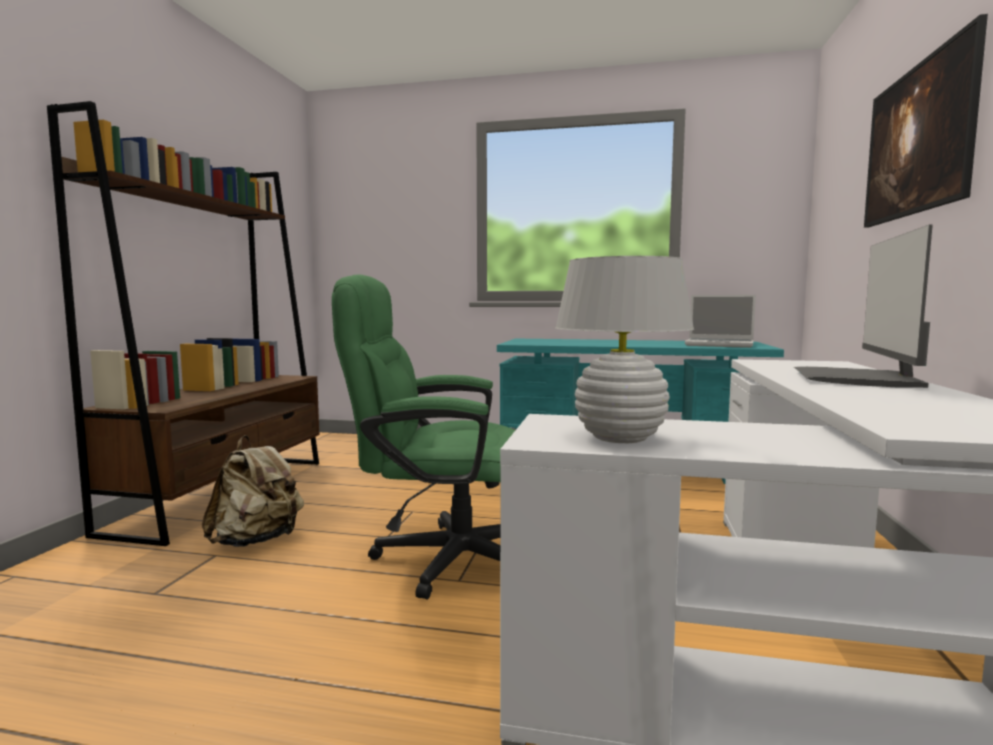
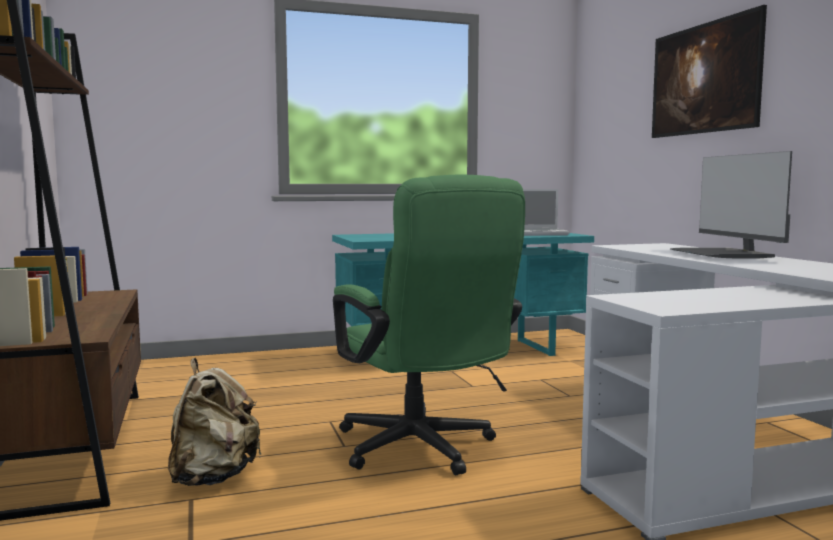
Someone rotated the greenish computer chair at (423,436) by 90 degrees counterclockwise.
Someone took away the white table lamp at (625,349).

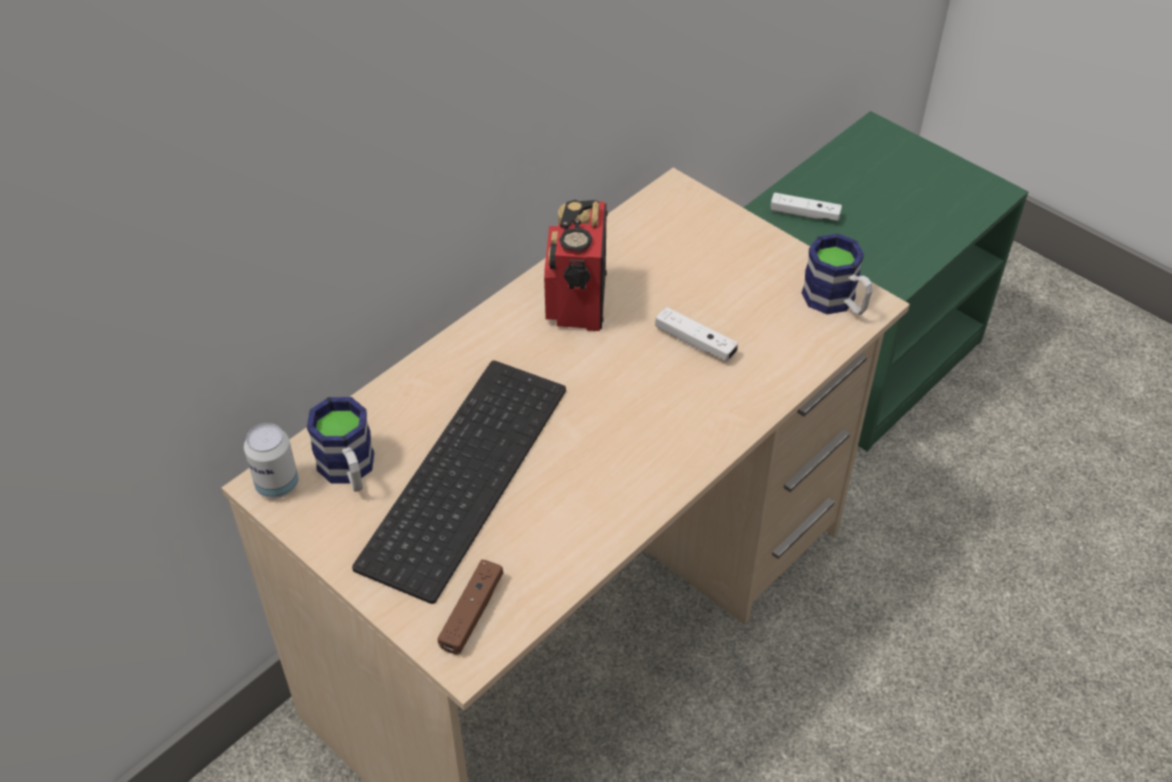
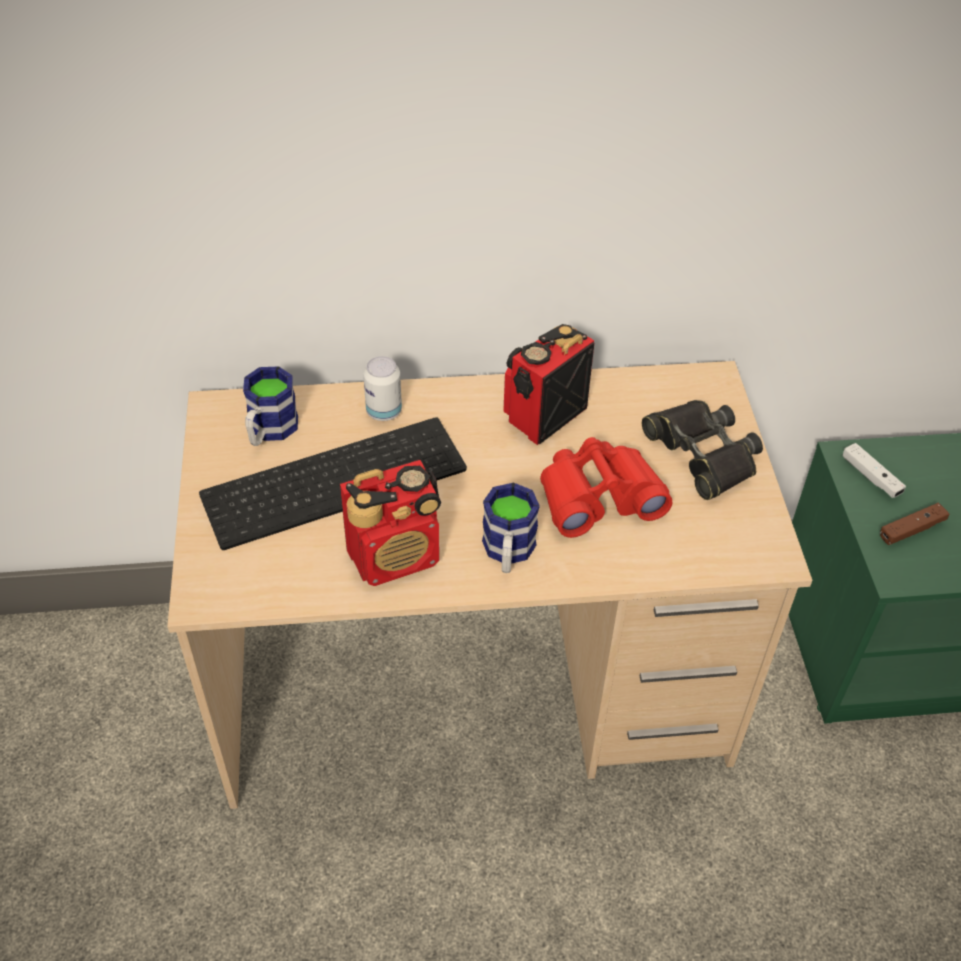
Someone put down the radio set at (390,523).
Someone carried the can from (271,461) to (382,388).
Someone carried the tea mug from (837,274) to (511,528).
Someone swapped the white game controller at (696,334) for the reddish pair of binoculars at (606,487).
Someone put down the black pair of binoculars at (702,450).
Someone carried the brownish game controller from (470,607) to (914,524).

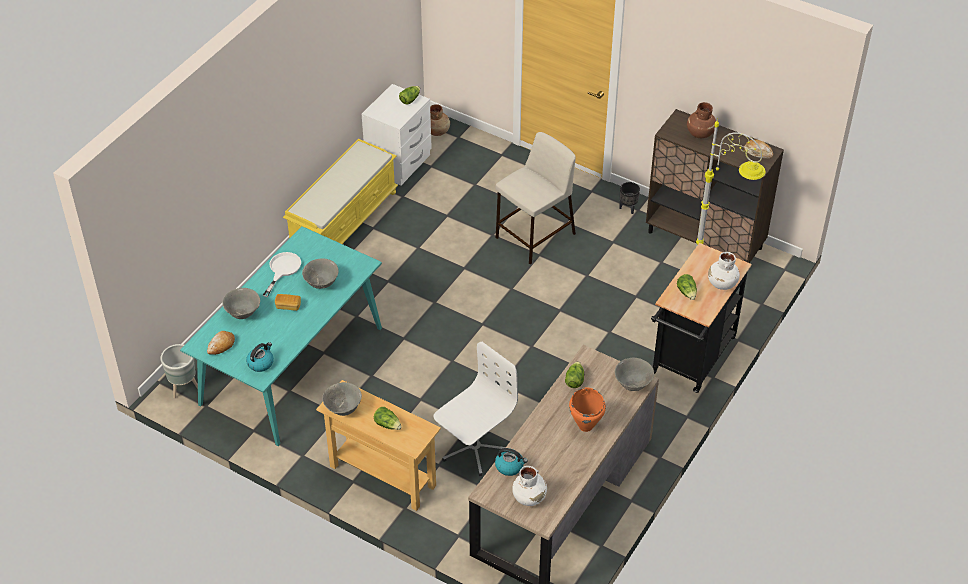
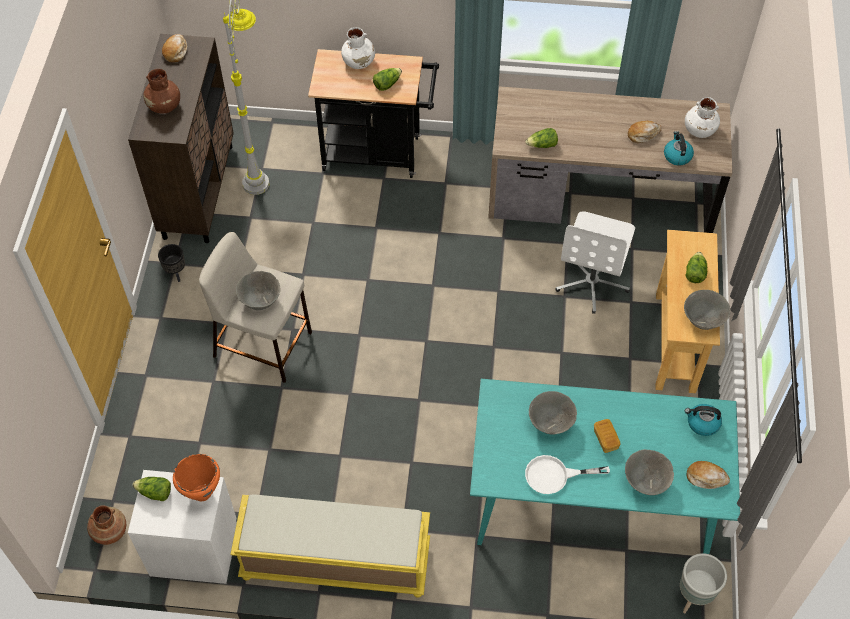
Someone carried the orangey stockpot from (587,410) to (196,477).
Someone carried the greyish deep dish from (634,374) to (258,290).
Someone rotated the white computer chair at (476,409) by 90 degrees counterclockwise.
Someone put down the bread at (645,132).

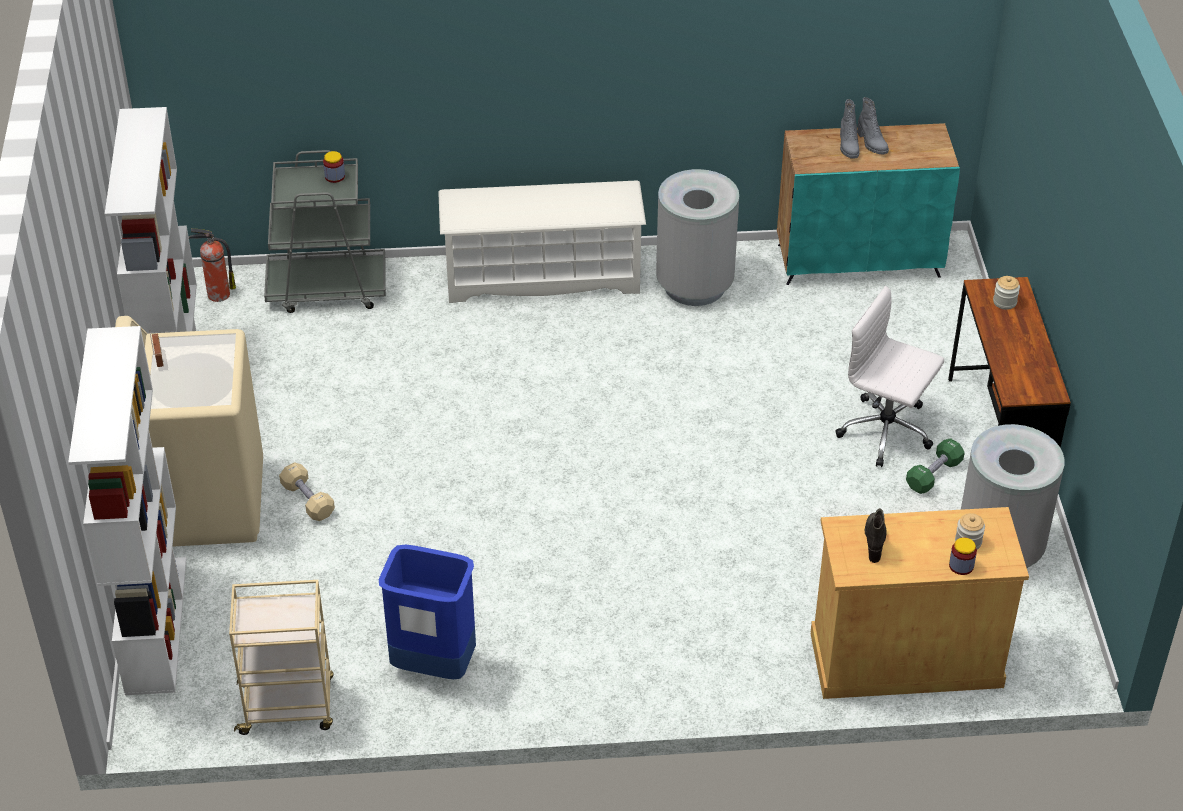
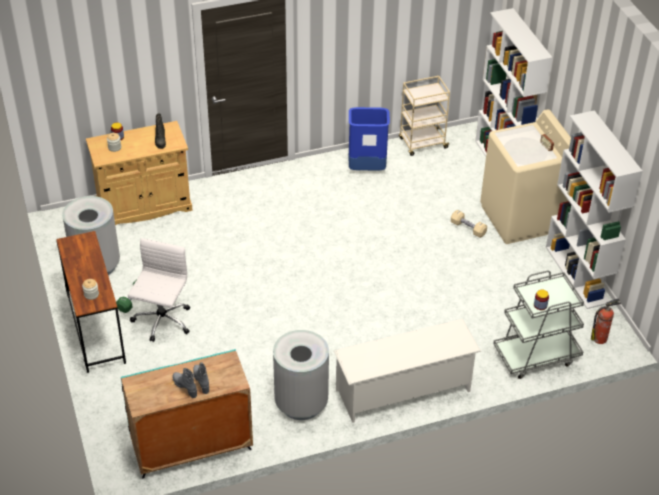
Someone rotated the white computer chair at (889,376) by 90 degrees counterclockwise.

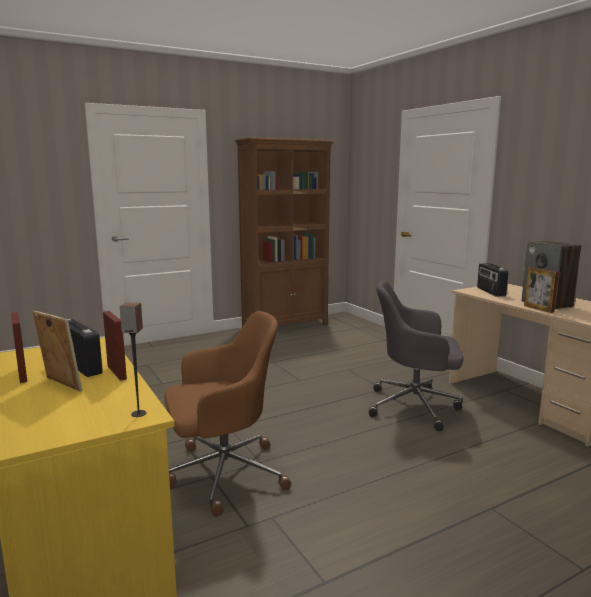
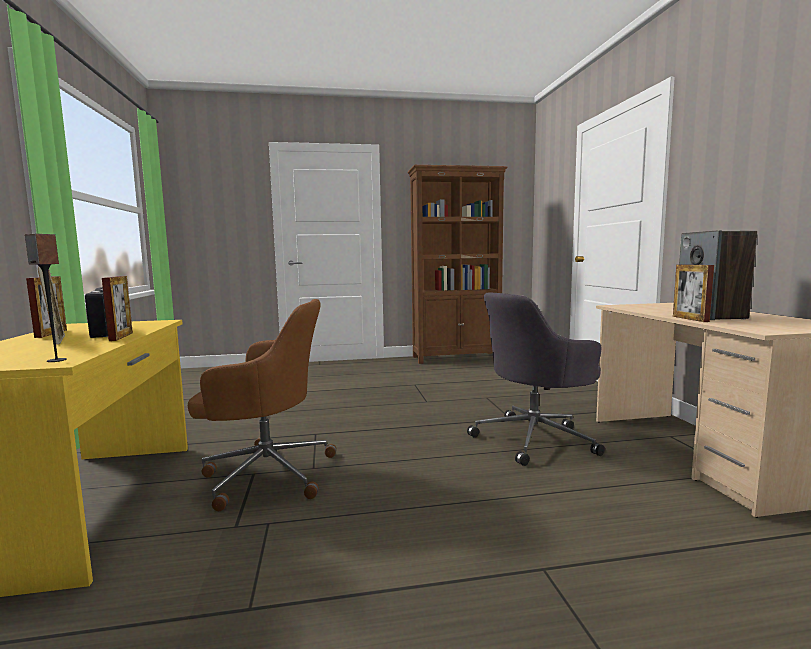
Someone rotated the greyish computer chair at (416,356) by 60 degrees counterclockwise.
Someone took away the radio set at (492,280).

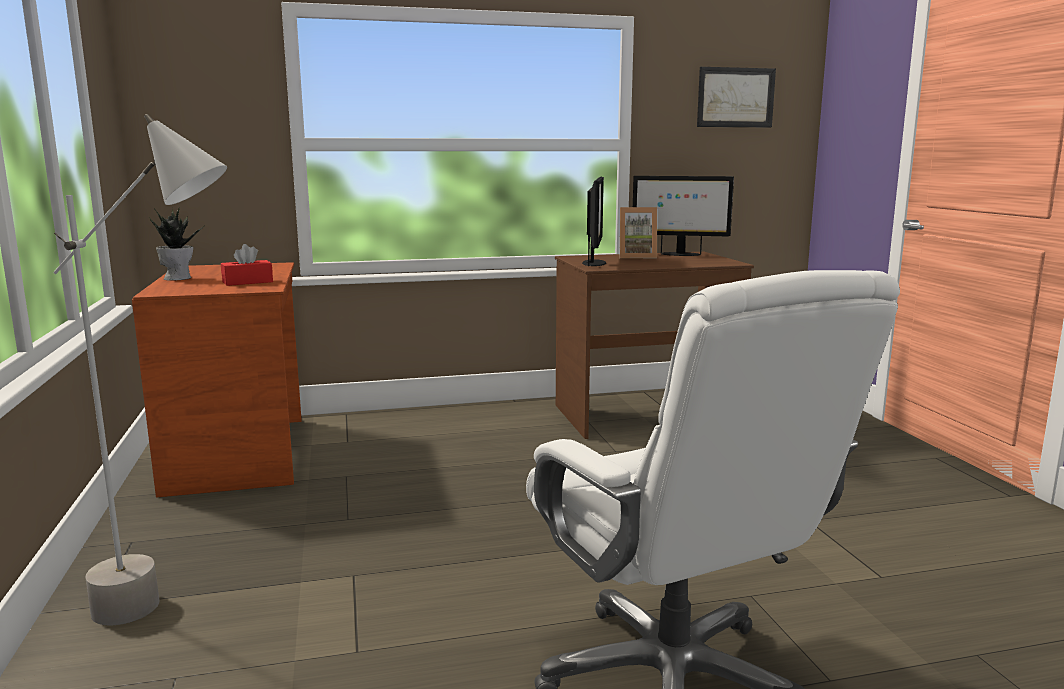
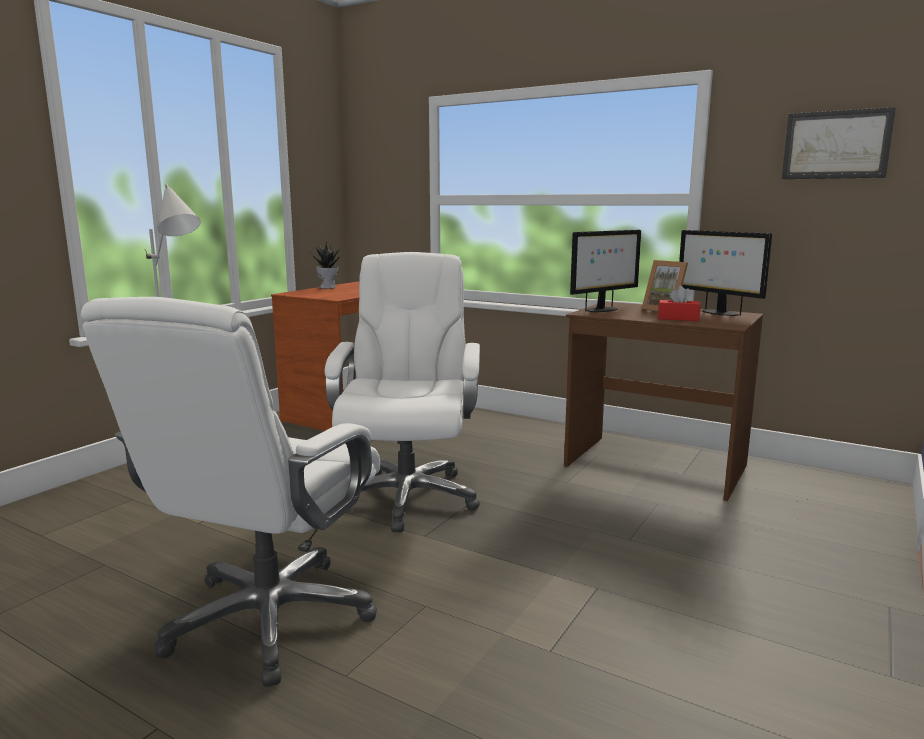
Someone put down the white computer chair at (402,392).
Someone carried the reddish tissue holder from (247,265) to (679,303).

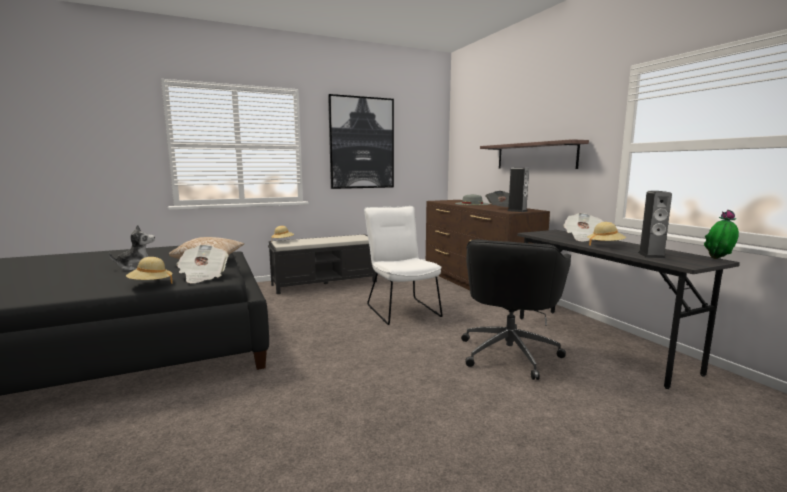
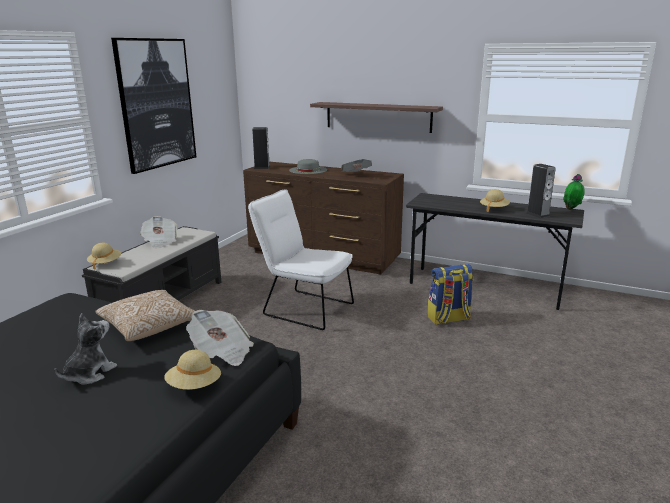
Someone carried the printed paper from (583,227) to (158,232).
Someone carried the audio speaker from (518,190) to (261,148).
Someone swapped the black computer chair at (516,309) for the knapsack at (450,294).

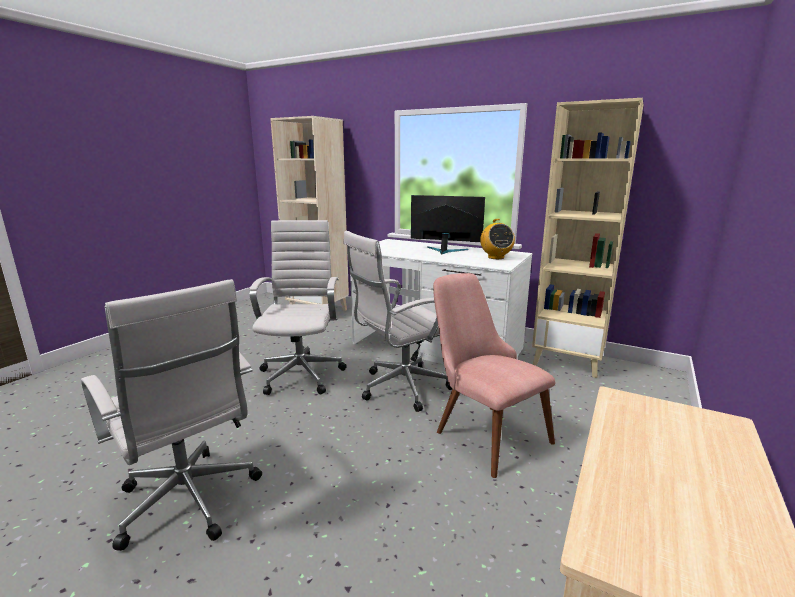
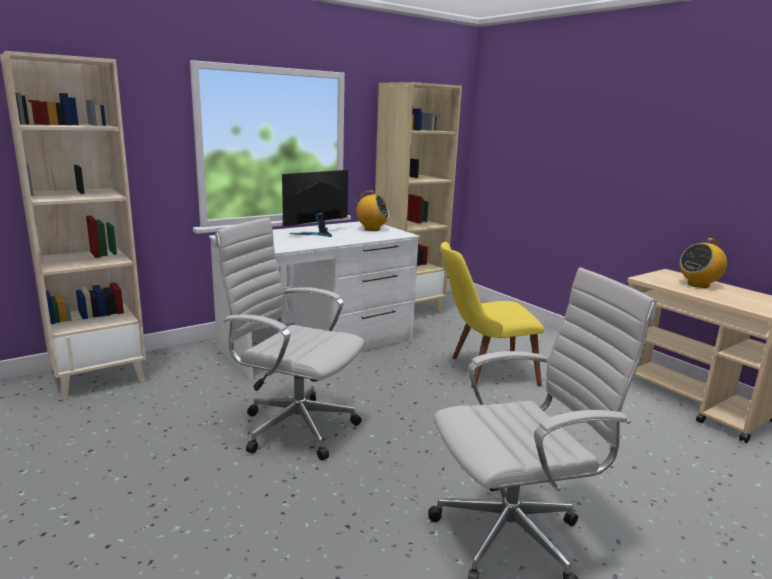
Someone repainted the pink-coloured chair at (494,375), which became the yellow-coloured chair at (492,315).
Someone put down the radio set at (703,263).
Someone took away the white computer chair at (397,321).

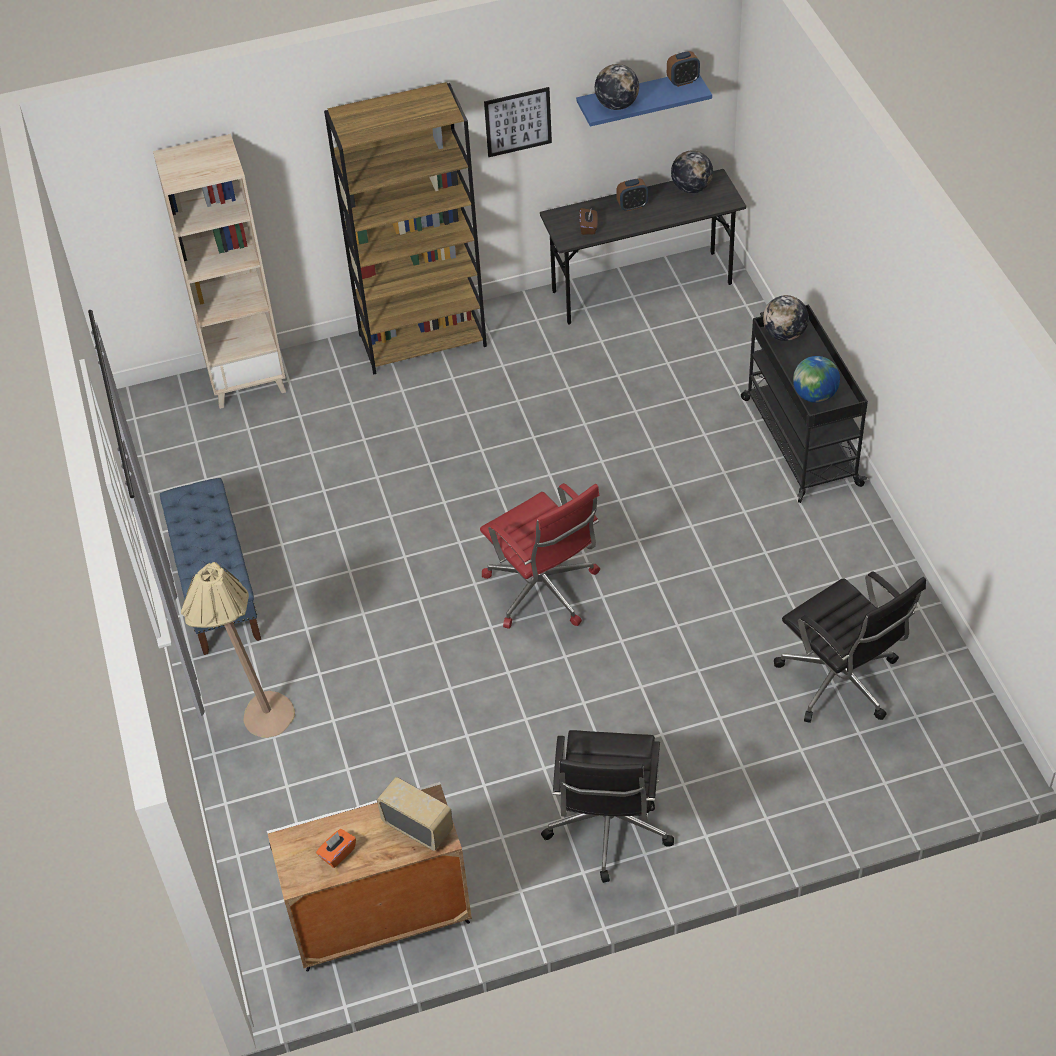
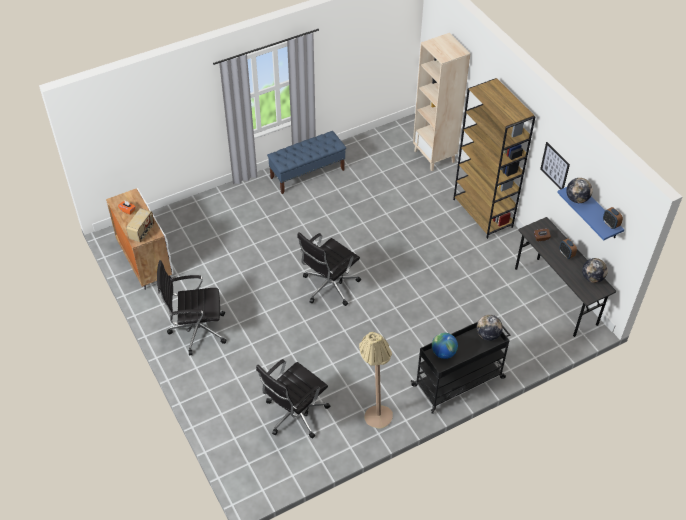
Someone repainted the reddish computer chair at (540,556), which became the black computer chair at (329,269).
Someone carried the sand-coloured standard lamp from (238,650) to (376,379).

